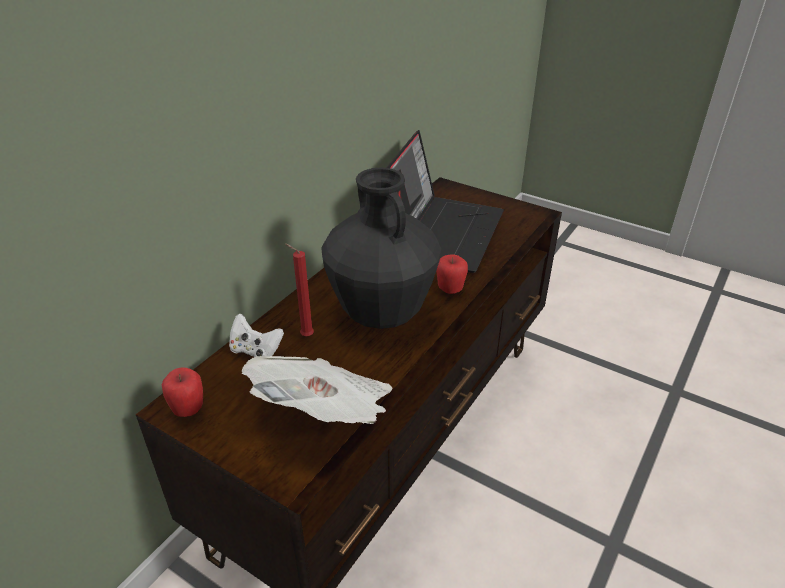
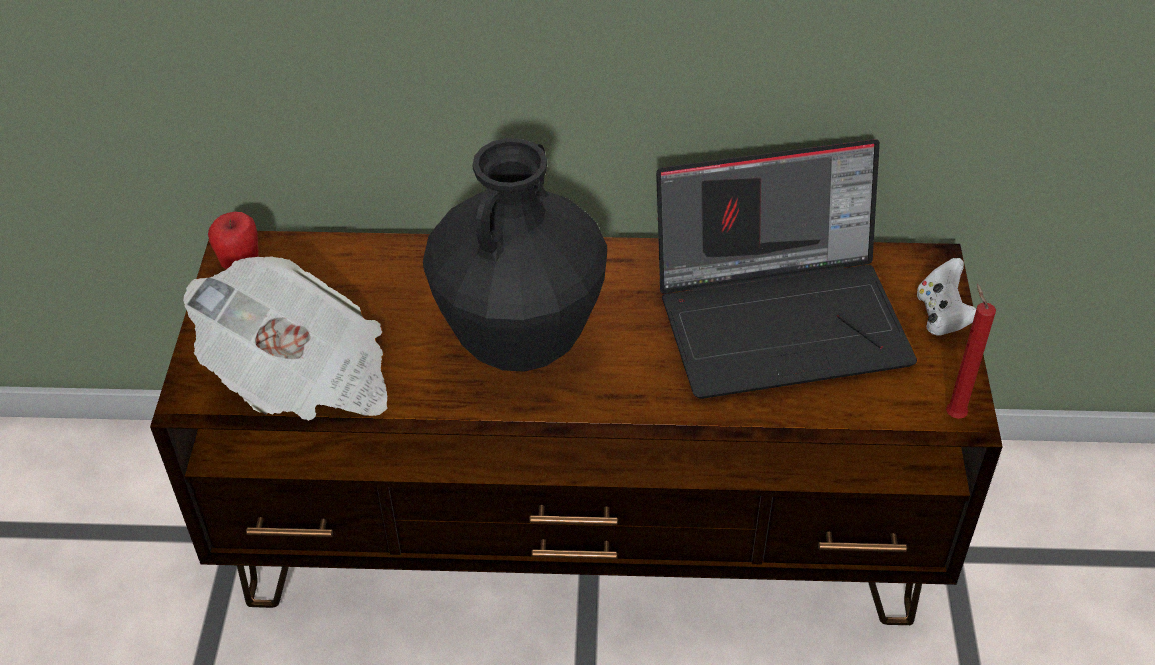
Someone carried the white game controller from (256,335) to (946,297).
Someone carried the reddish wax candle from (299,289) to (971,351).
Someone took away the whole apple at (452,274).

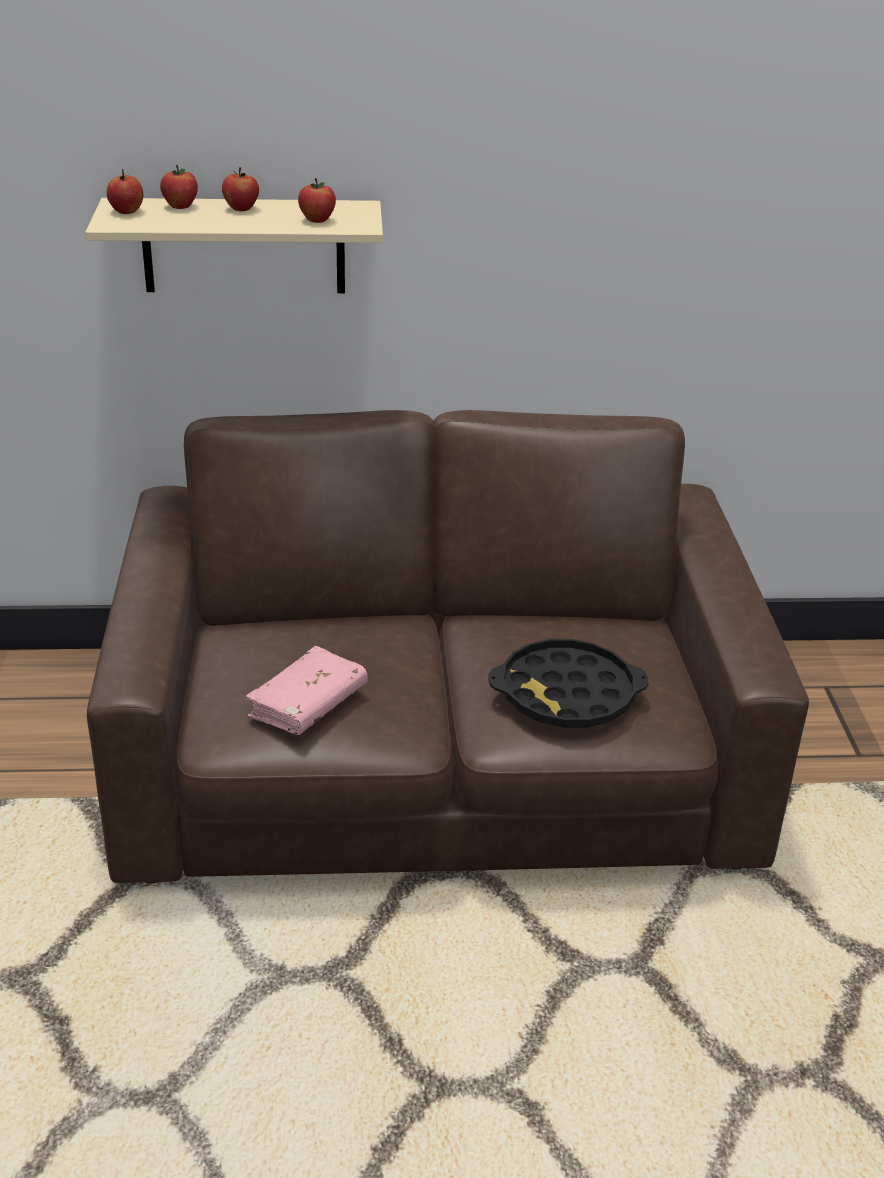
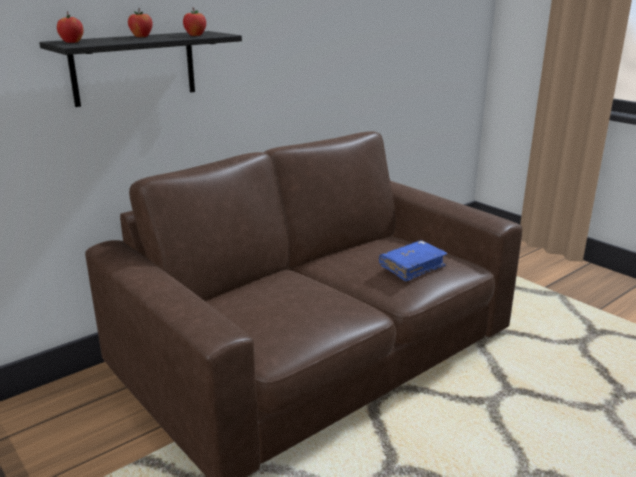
Someone repainted the sand-coloured bracket shelf at (234,245), which became the black bracket shelf at (140,69).
Someone swapped the black serving tray at (568,683) for the blue book at (413,261).
Someone took away the whole apple at (179,187).
Someone took away the pink-coloured book at (306,690).

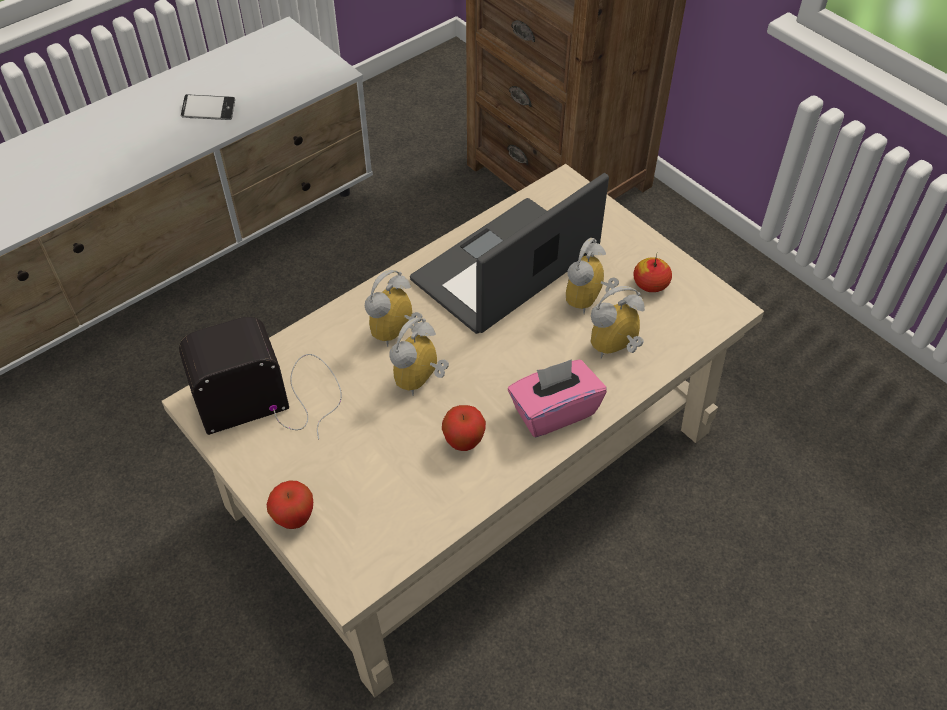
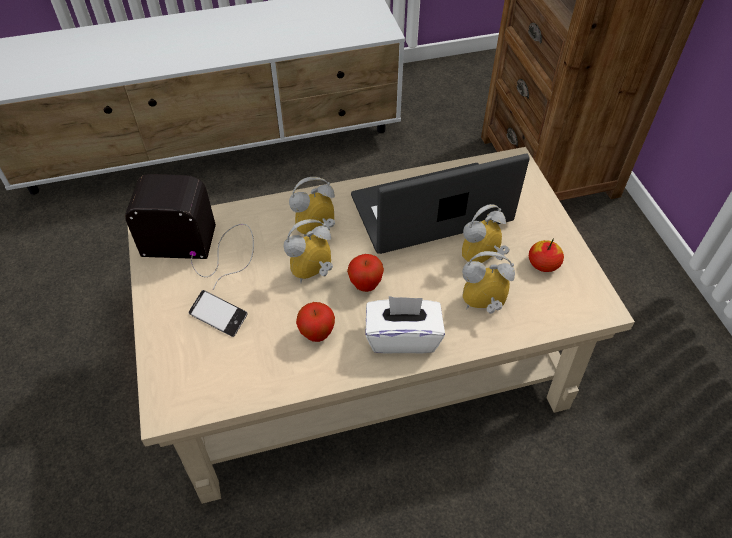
Someone carried the phone from (208,107) to (218,313).
Someone carried the whole apple from (289,504) to (365,273).
Someone repainted the pink-coloured tissue holder at (557,398), which became the white tissue holder at (405,324).

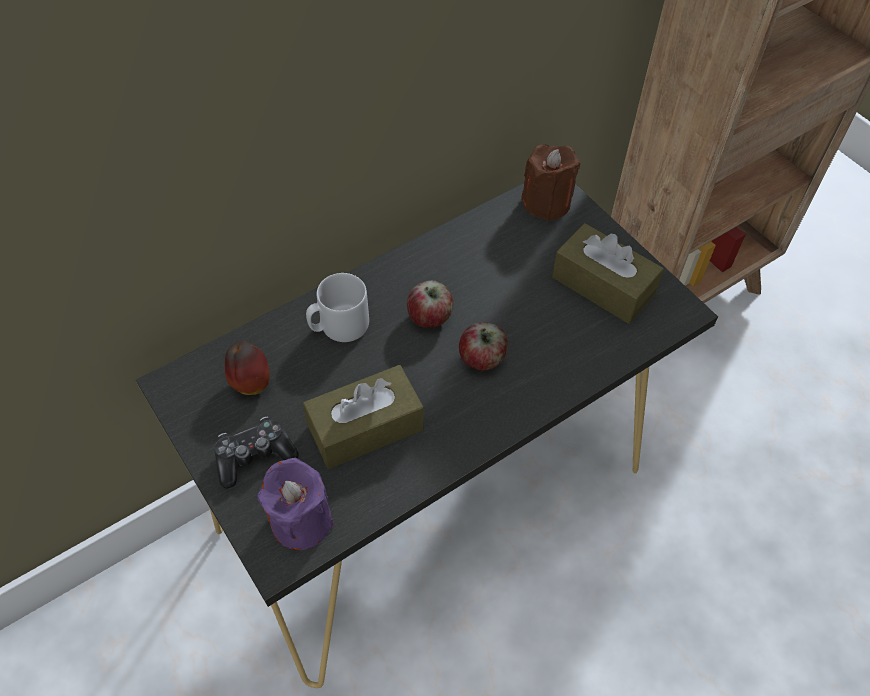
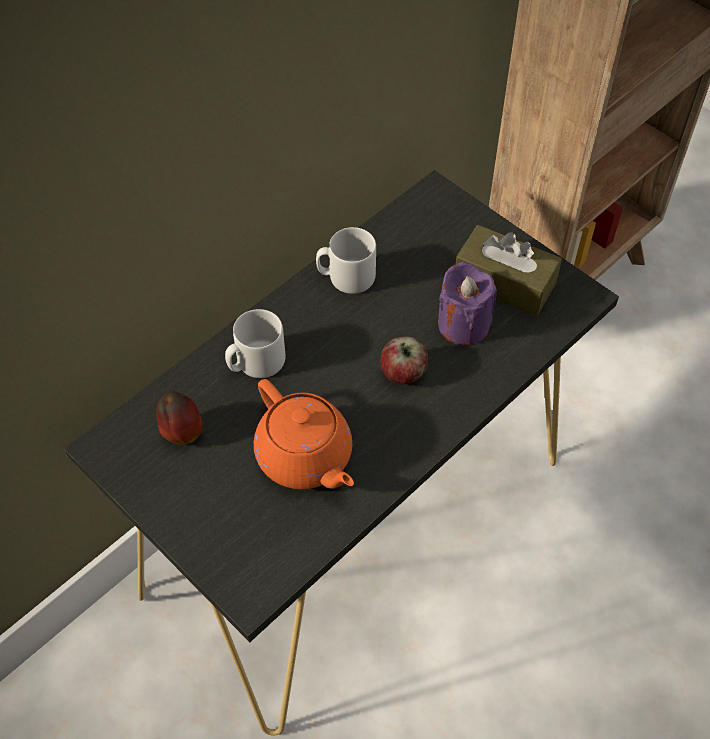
Someone swapped the brownish tissue holder at (363,417) for the orangey pot for tea at (304,434).
Someone put down the greyish tea mug at (346,260).
Someone carried the purple-coloured wax candle from (295,504) to (467,303).
Someone took away the game controller at (256,453).
Someone took away the whole apple at (430,304).
Someone took away the brownish wax candle at (550,182).

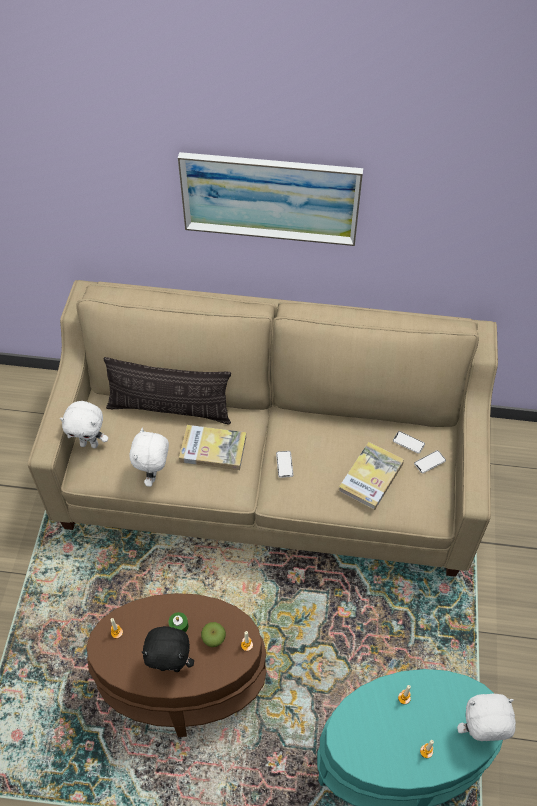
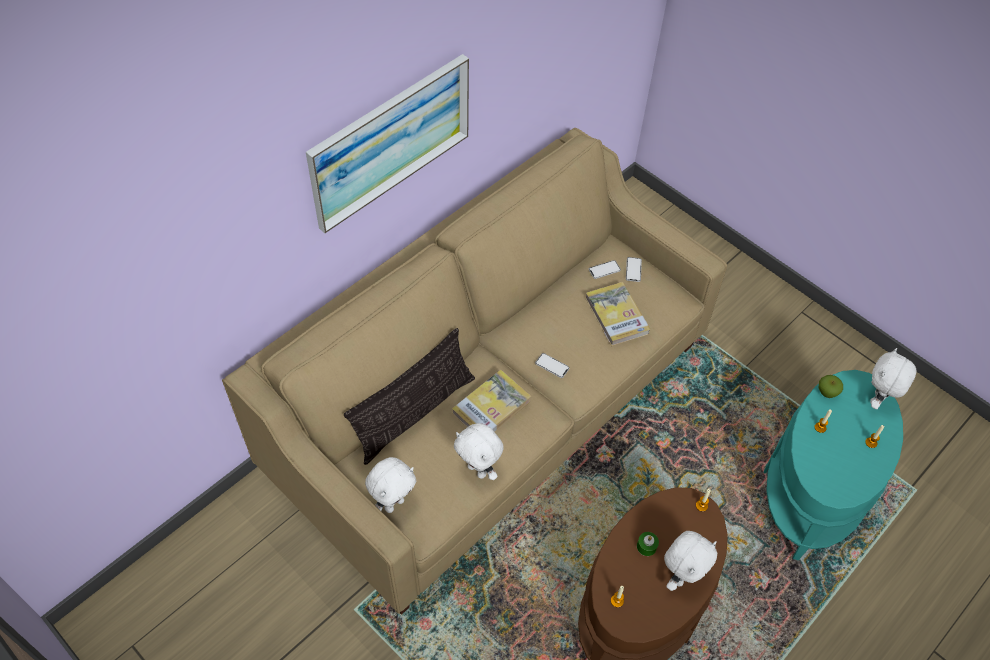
Someone repainted the black plush toy at (168,649), which became the white plush toy at (690,561).
Someone carried the whole apple from (213,634) to (831,386).

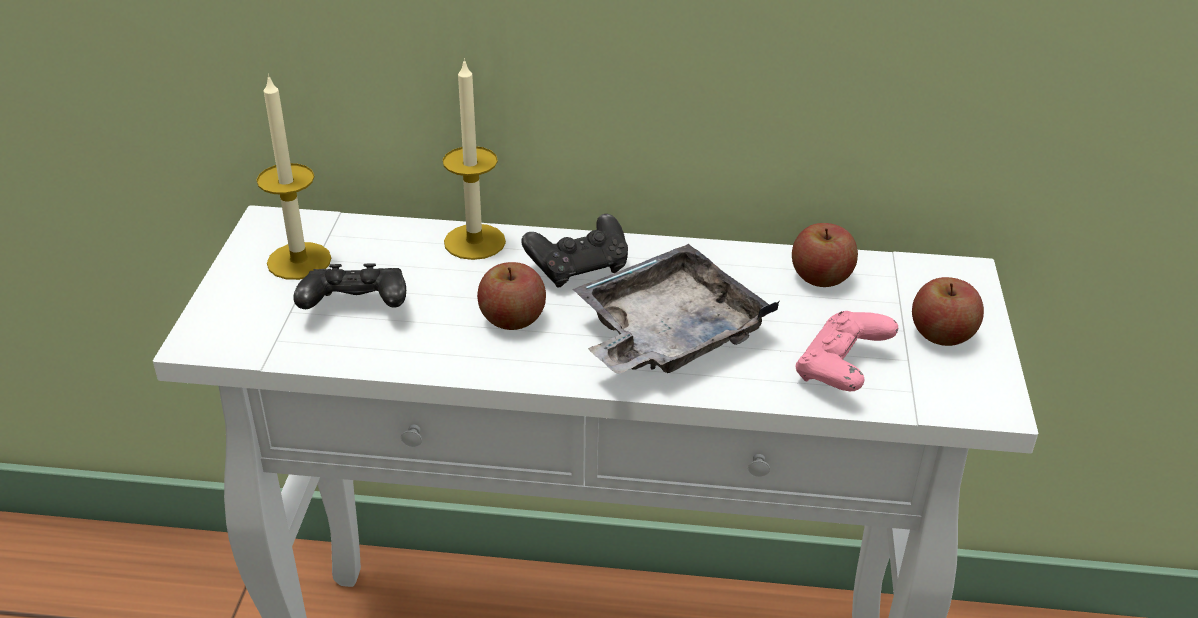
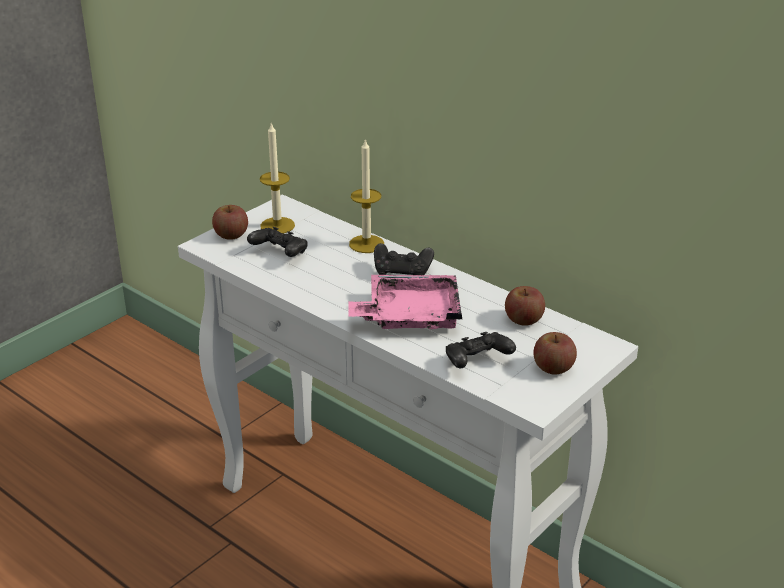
Someone carried the whole apple from (511,296) to (230,222).
Someone repainted the greyish serving tray at (676,309), which became the pink-coloured serving tray at (405,302).
Someone repainted the pink-coloured game controller at (847,351), which became the black game controller at (481,350).

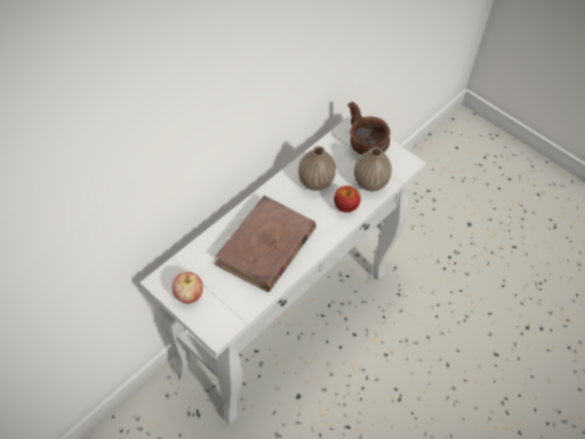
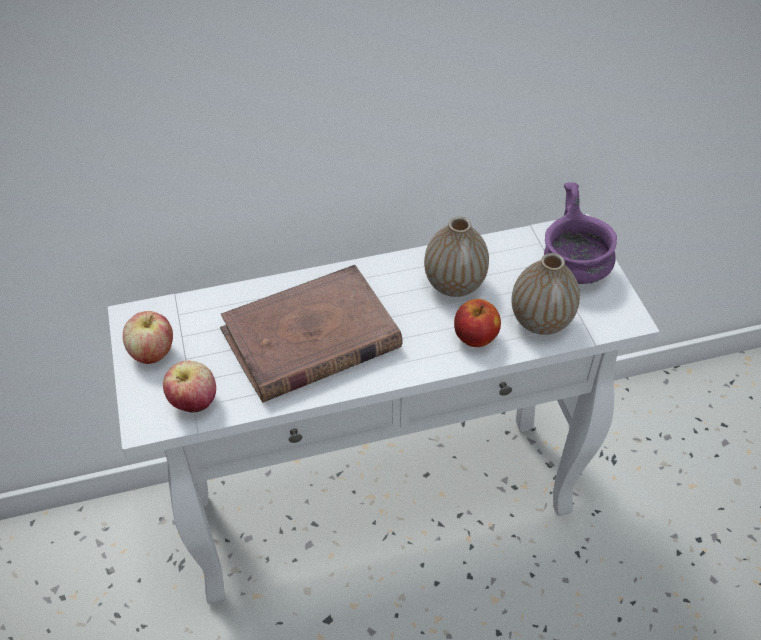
Someone put down the whole apple at (189,386).
Someone repainted the brownish deep dish at (369,128), which became the purple-coloured deep dish at (580,233).

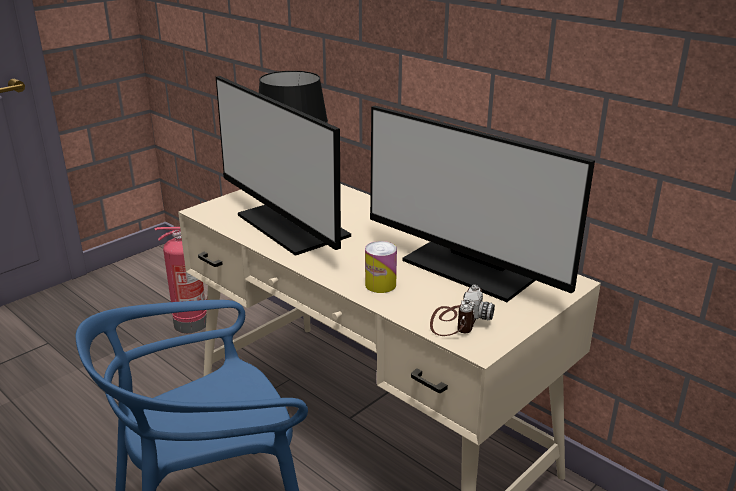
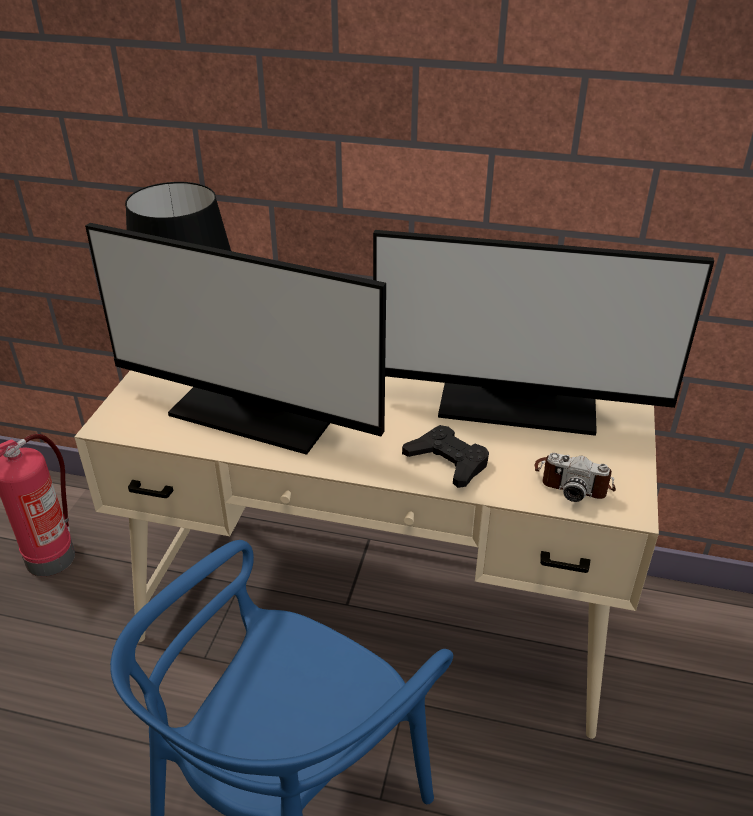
Someone swapped the can at (381,267) for the black game controller at (445,456).
Someone rotated the photo camera at (462,310) by 120 degrees clockwise.

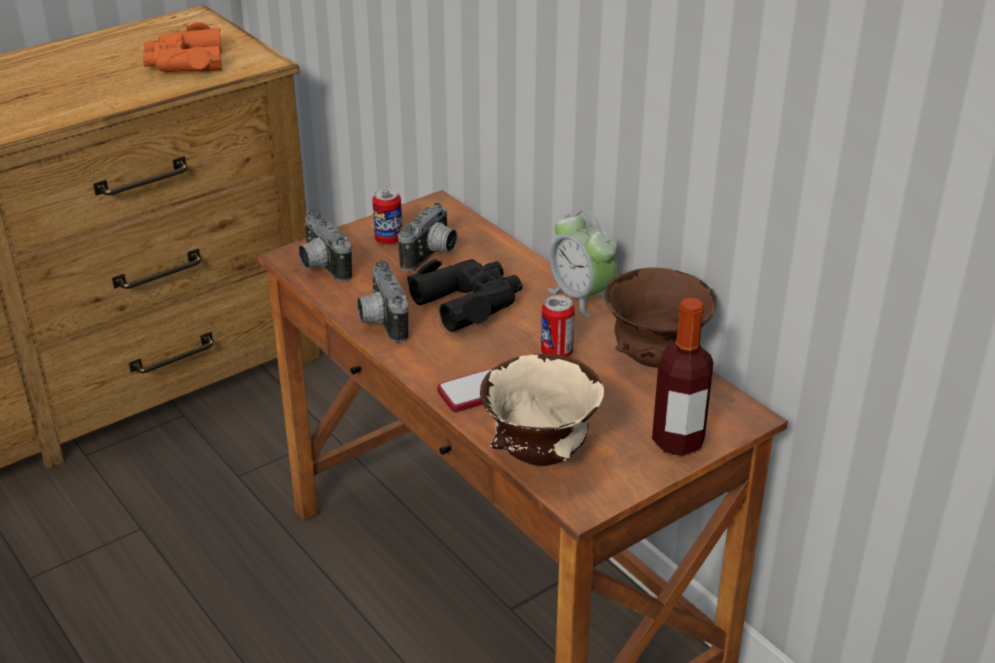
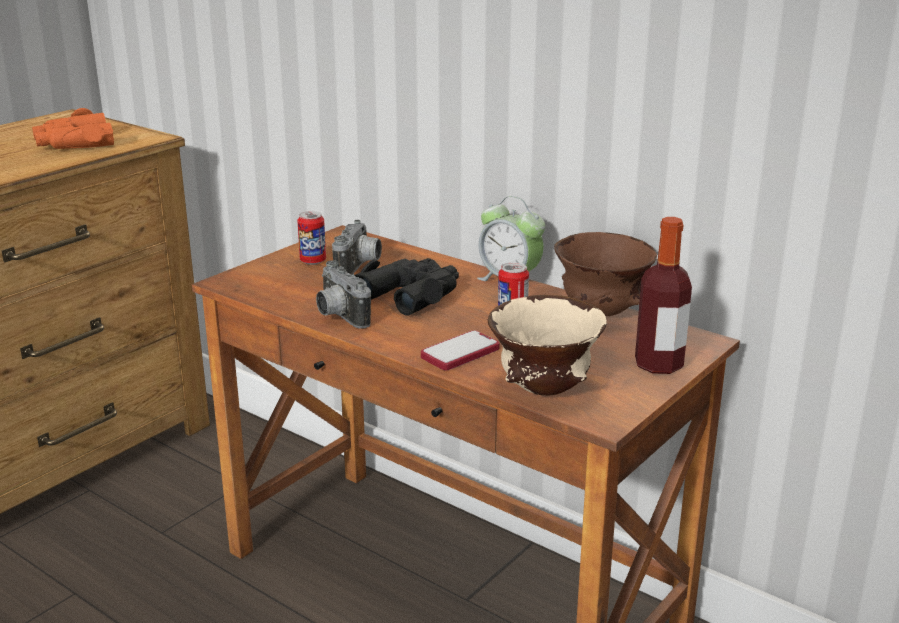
Someone took away the photo camera at (325,246).

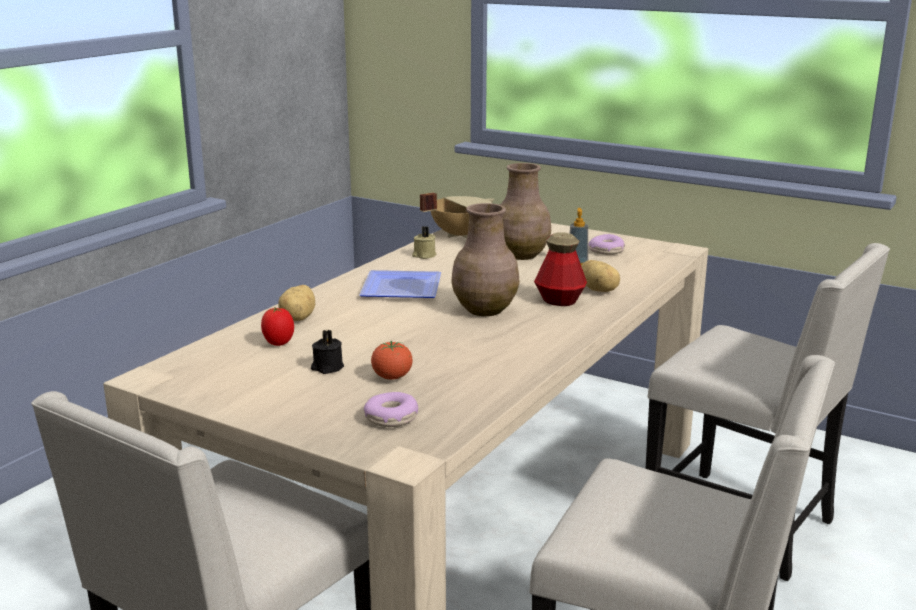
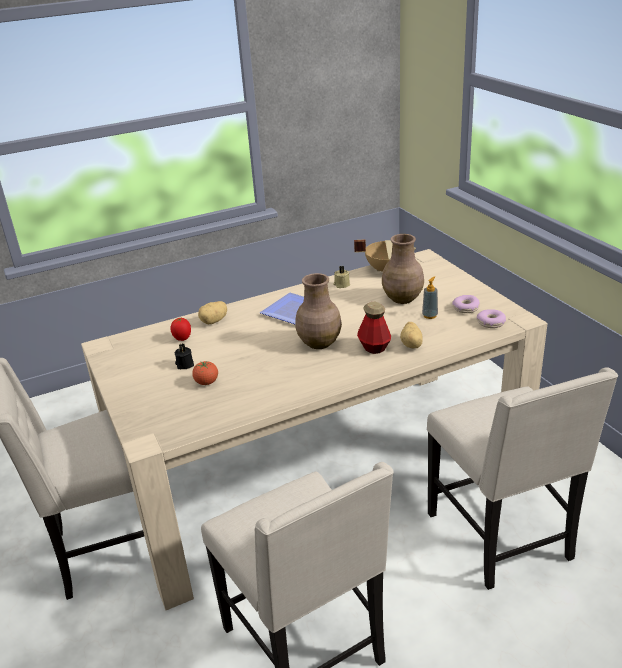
Someone carried the donut from (391,409) to (491,318).

